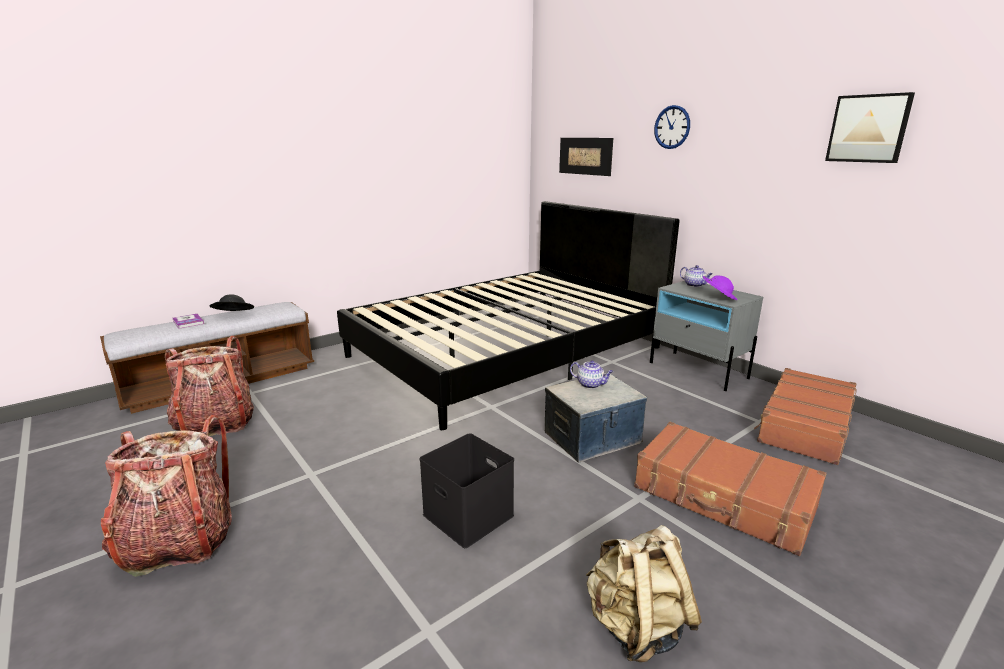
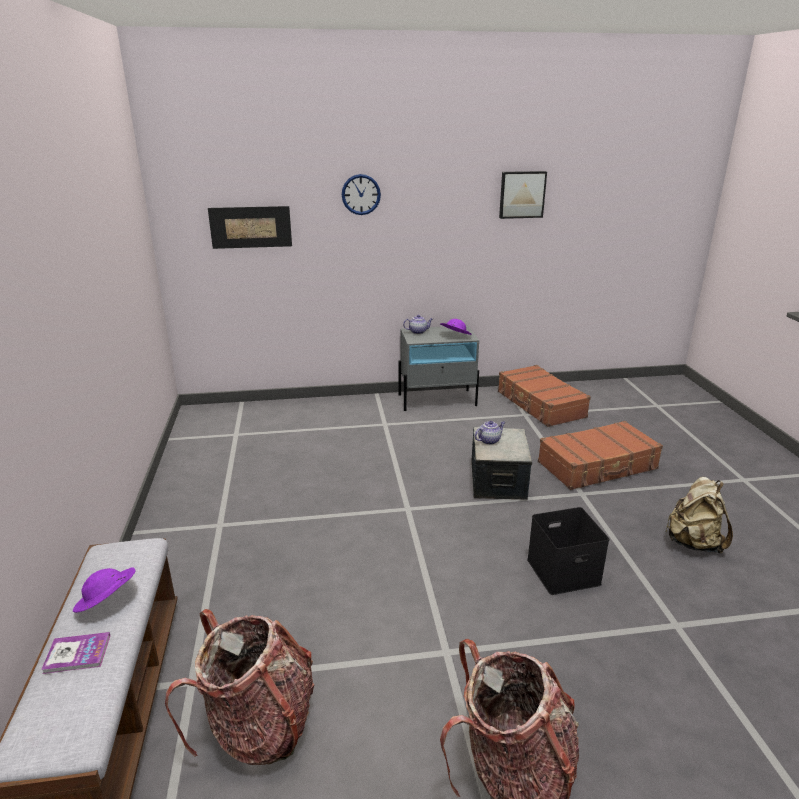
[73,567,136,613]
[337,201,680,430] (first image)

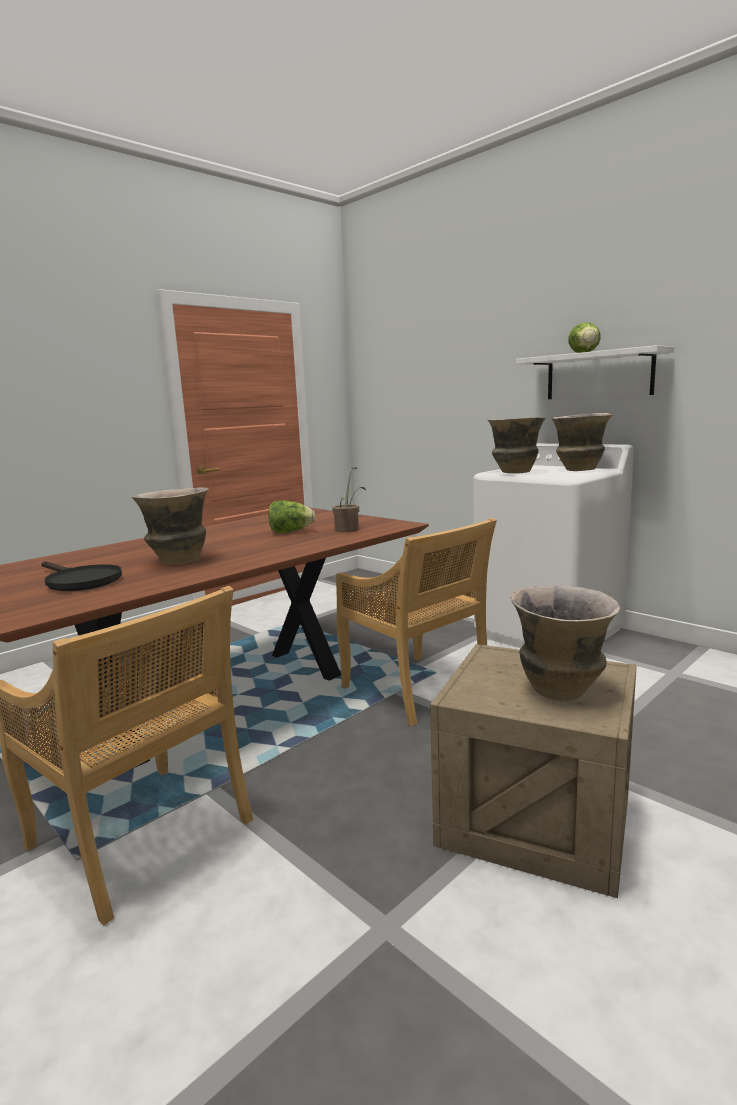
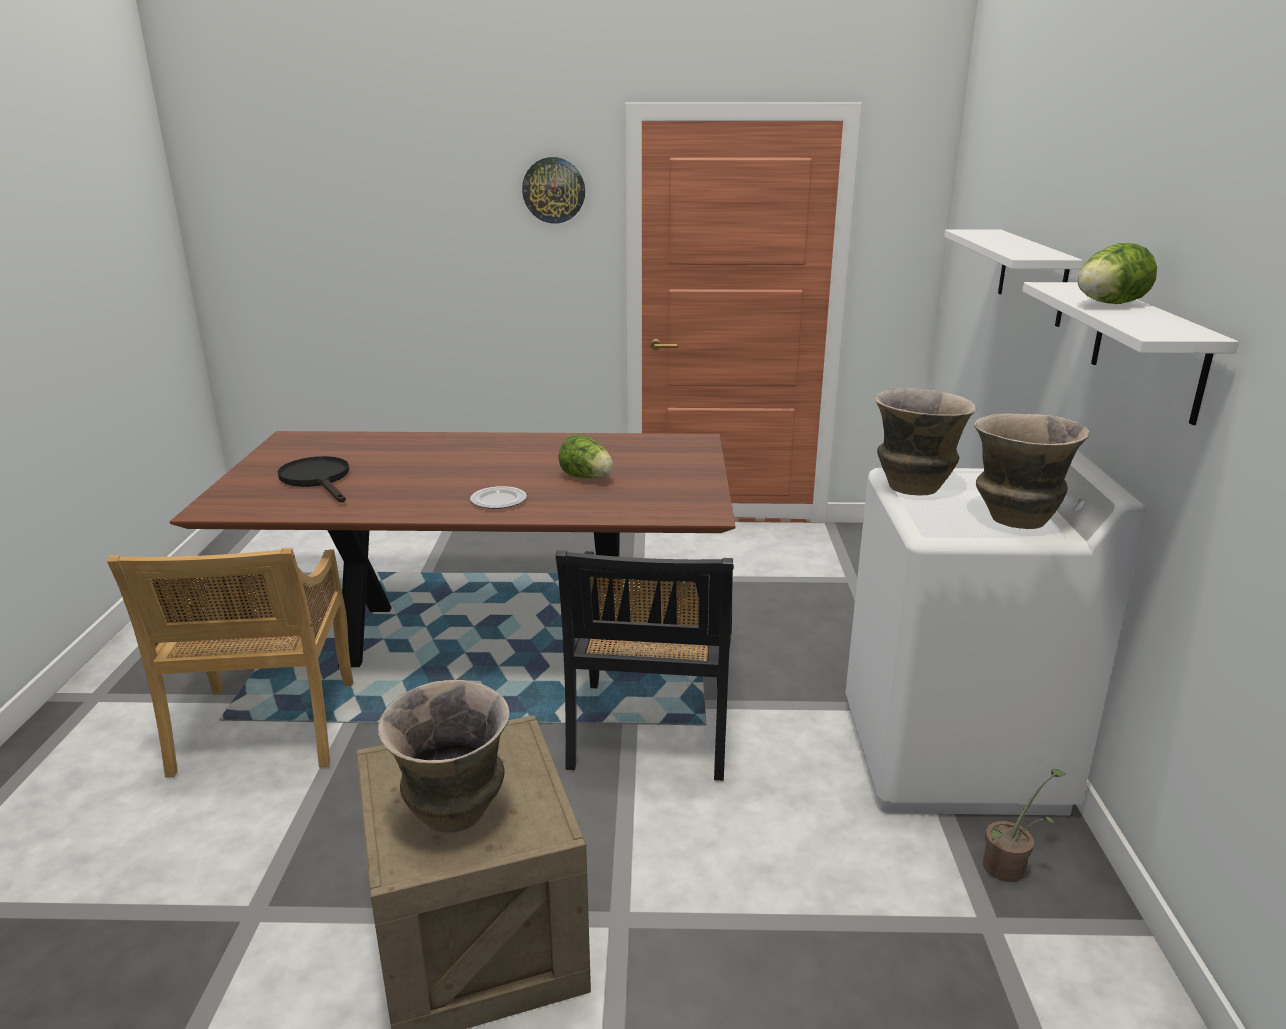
[278,456,349,502]
[132,487,209,564] (first image)
[983,769,1065,882]
[555,550,734,781]
[470,486,527,509]
[522,157,585,223]
[944,229,1083,327]

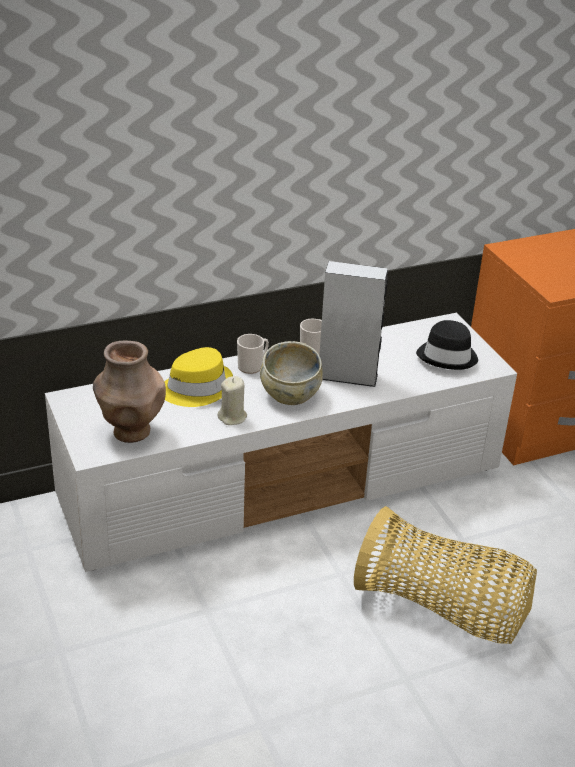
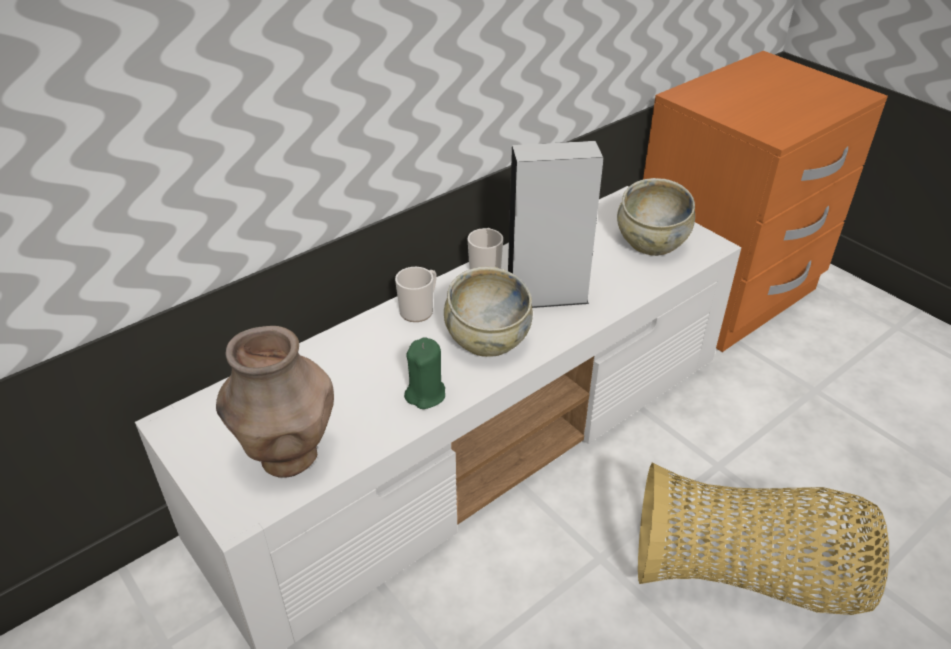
[164,347,233,407] (first image)
[404,337,445,409]
[617,178,695,256]

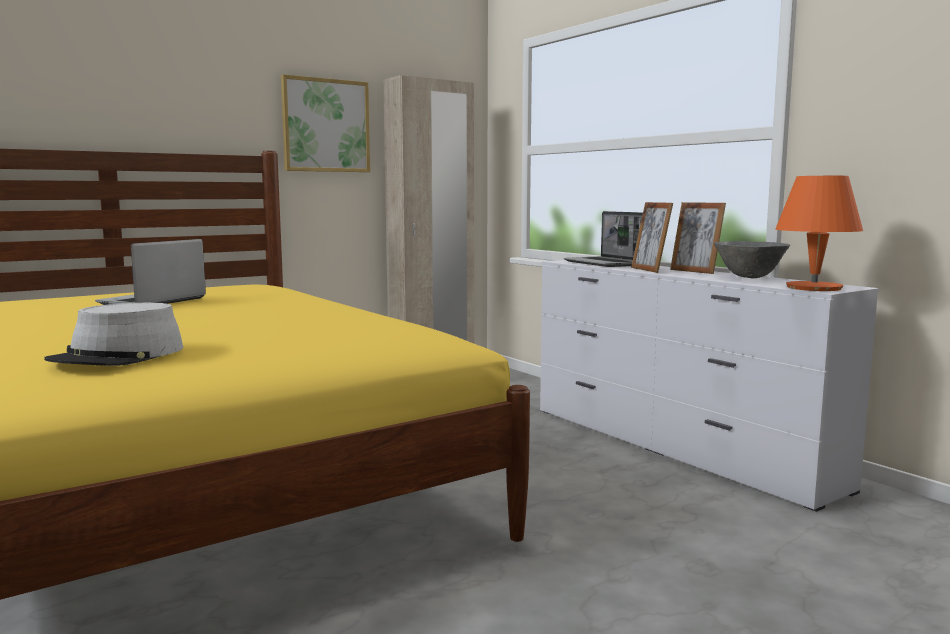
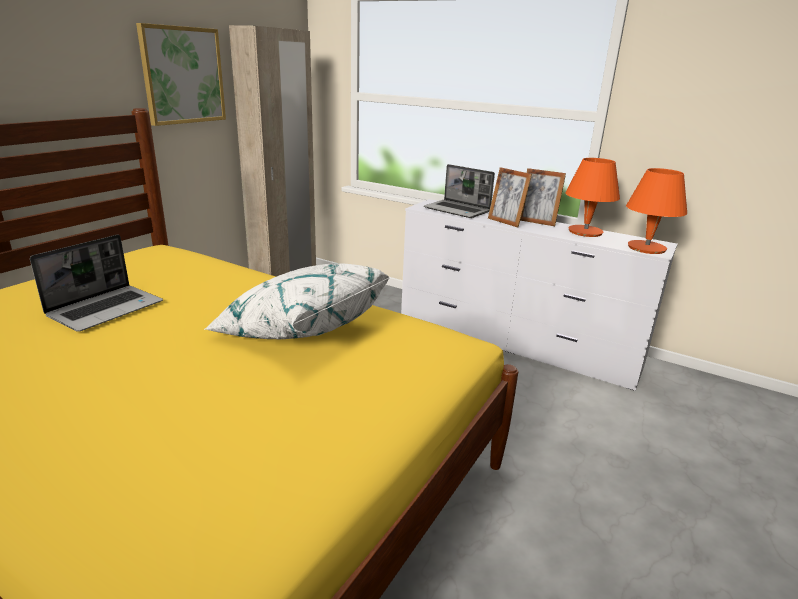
[44,303,183,366] (first image)
[30,234,163,332]
[566,158,620,237]
[204,263,390,339]

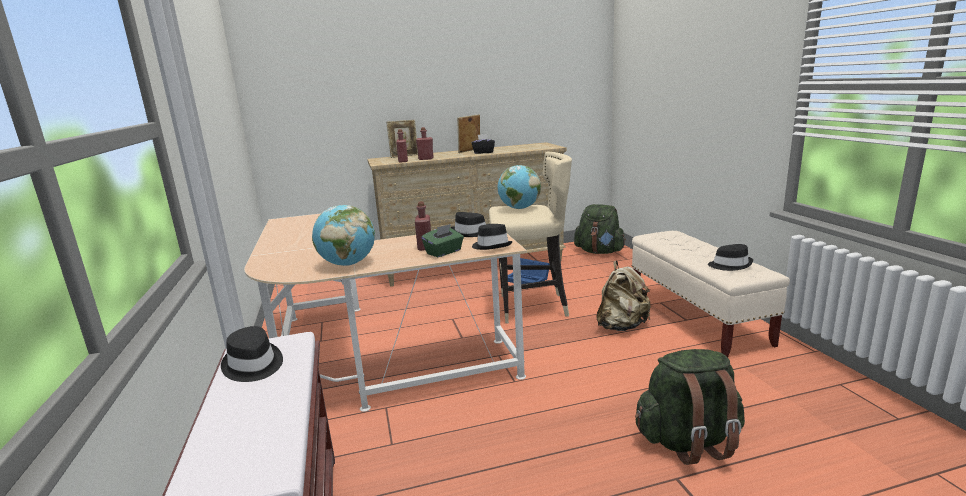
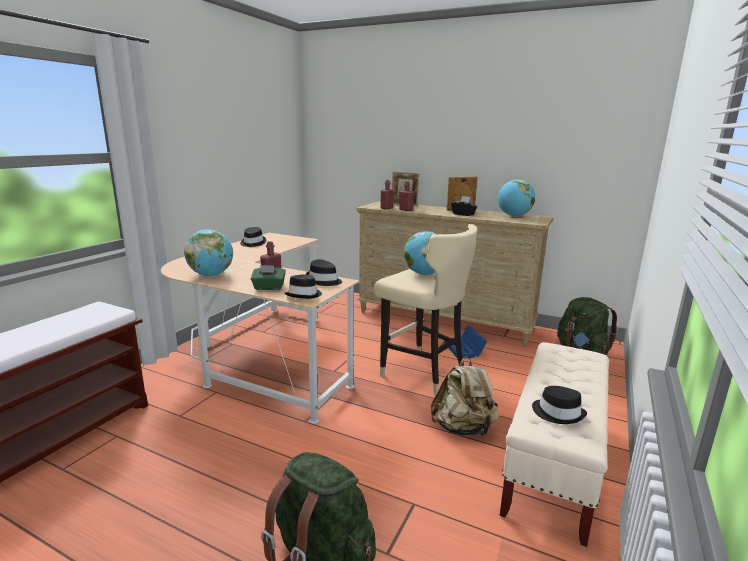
[240,227,266,247]
[498,180,535,216]

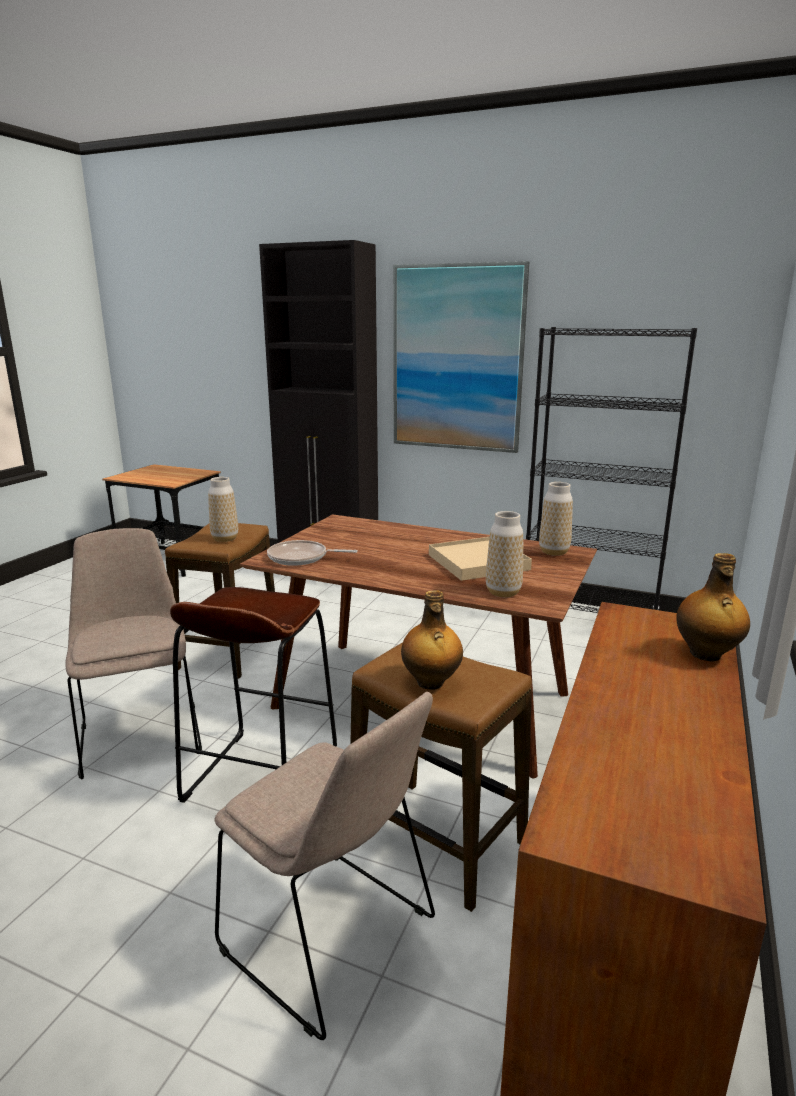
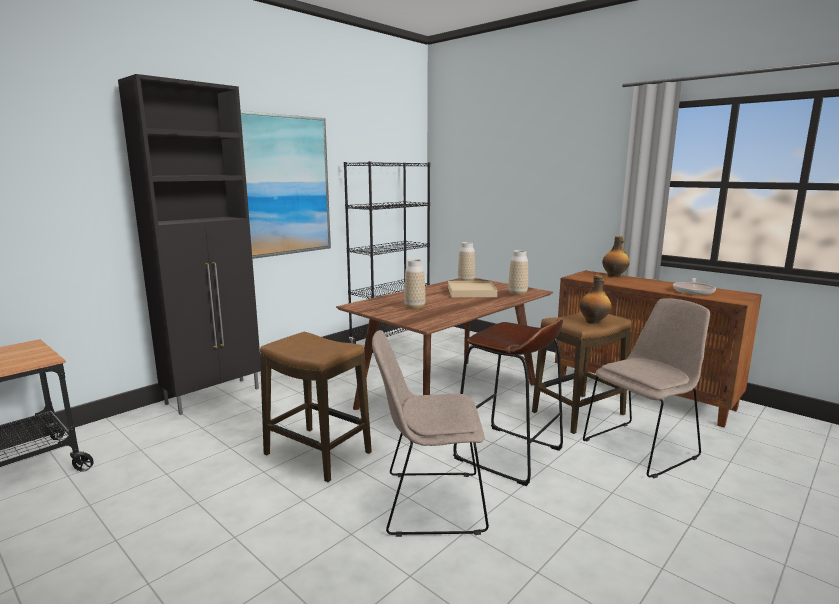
[404,259,426,310]
[673,278,716,295]

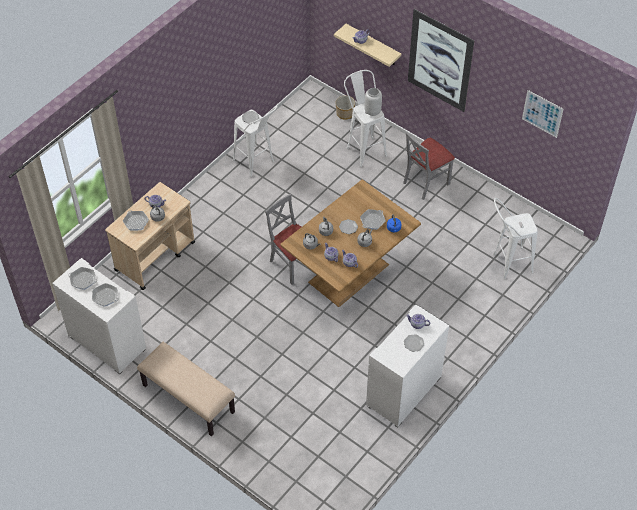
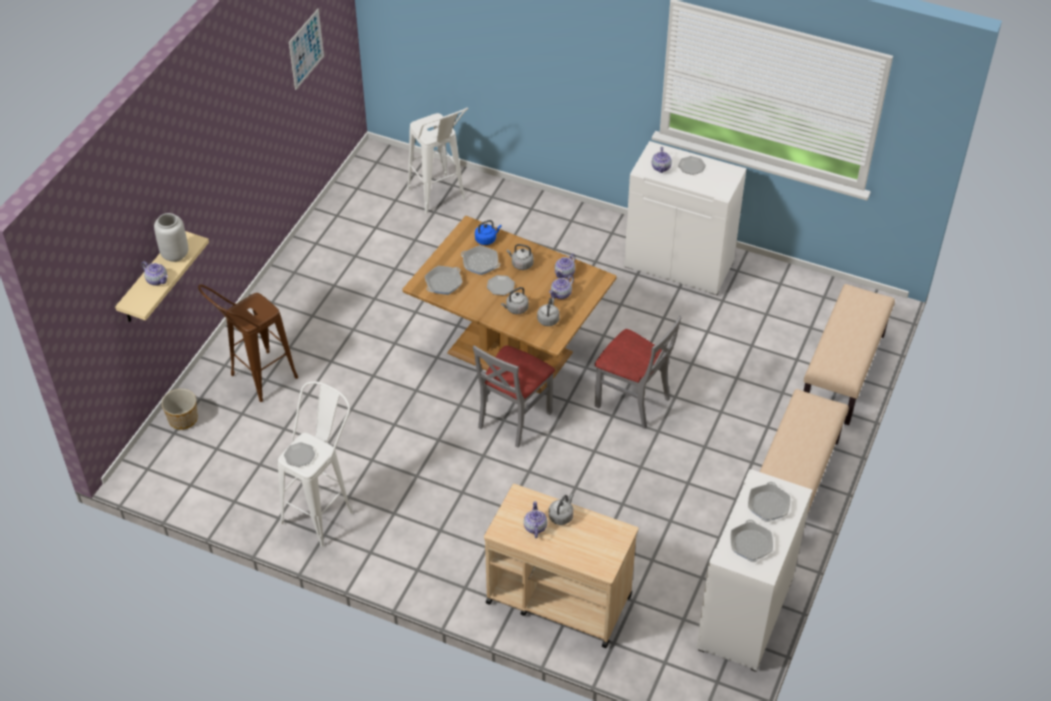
[425,266,462,295]
[198,285,298,402]
[154,213,188,262]
[595,316,682,429]
[408,9,474,112] (first image)
[804,284,895,425]

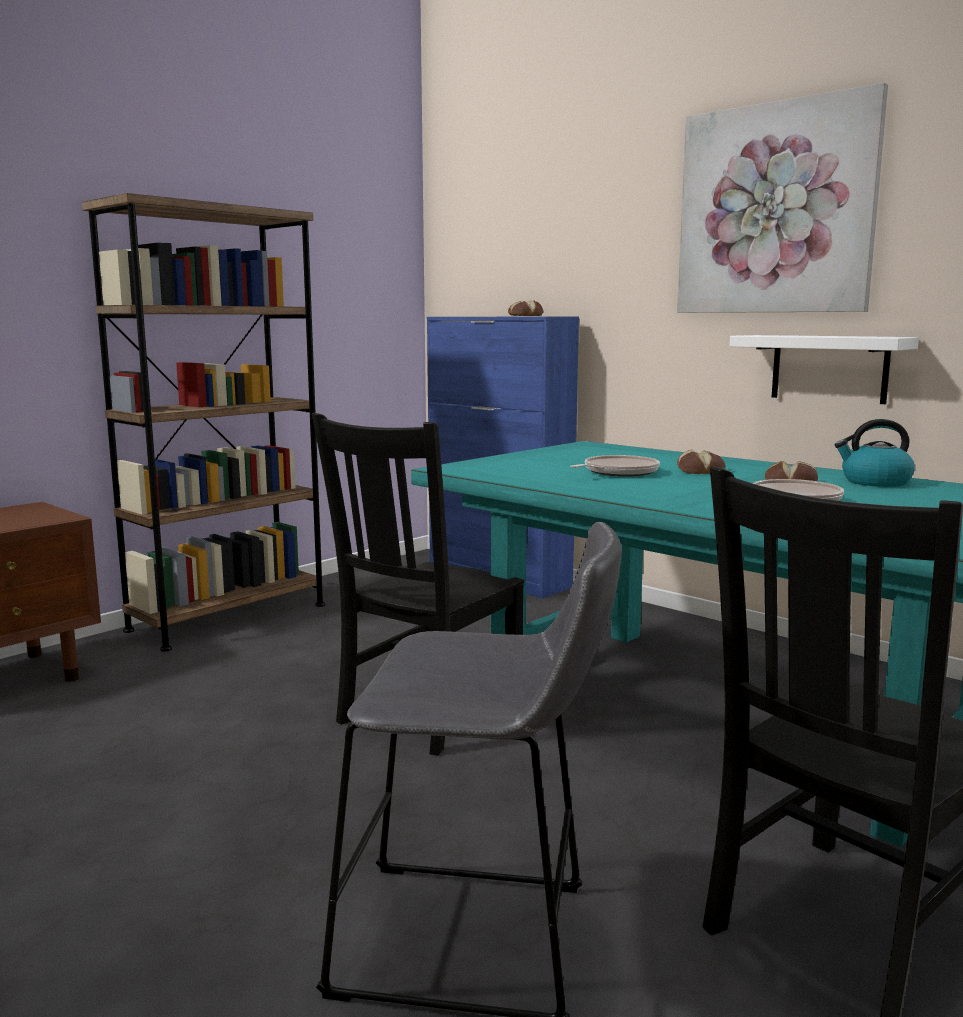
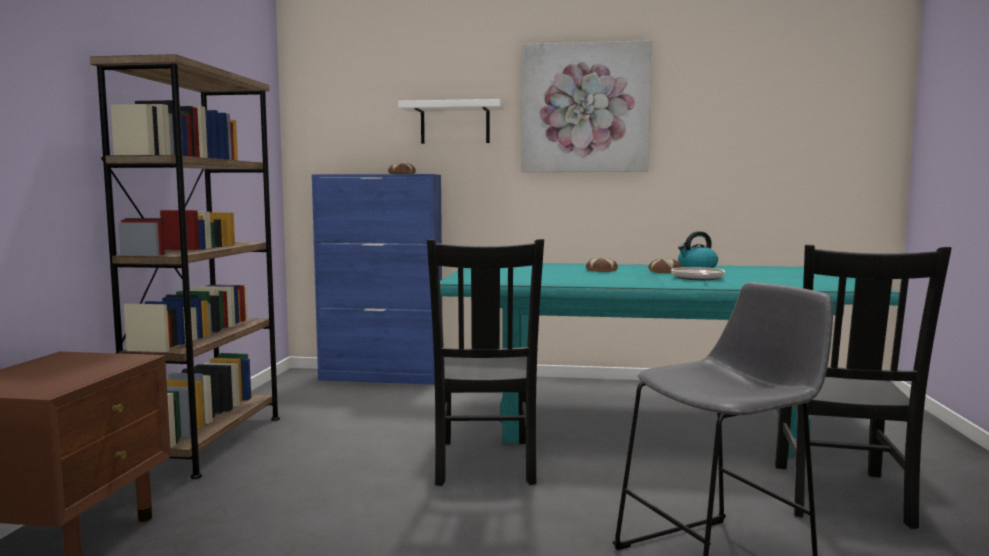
[570,455,660,477] (first image)
[398,99,504,144]

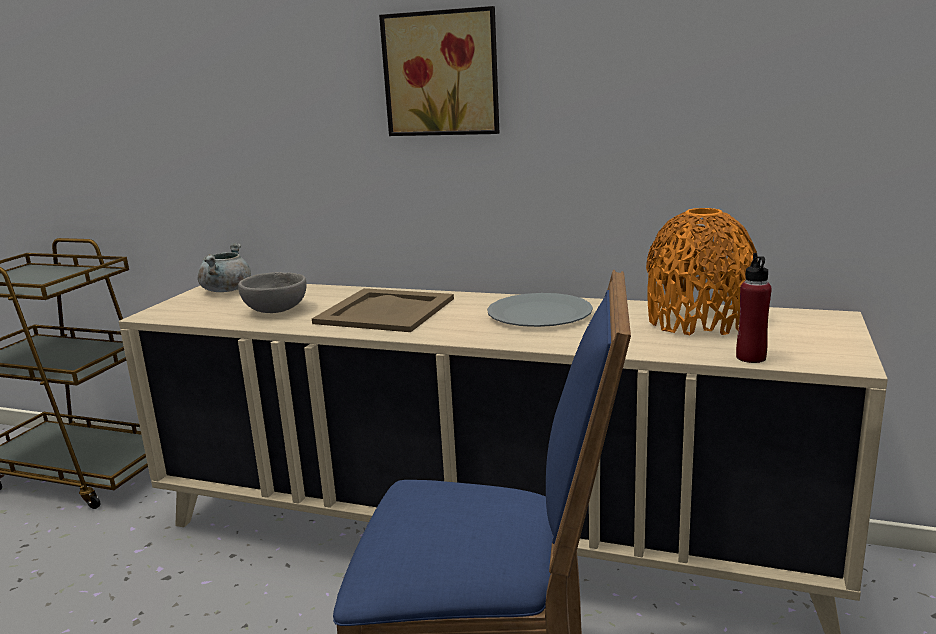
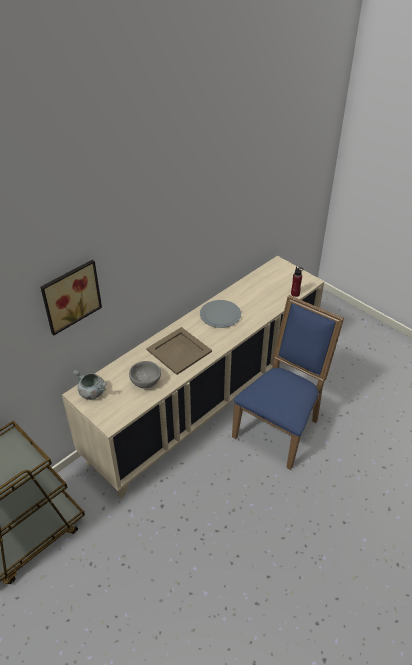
[40,260,102,335]
[646,208,758,335] (first image)

